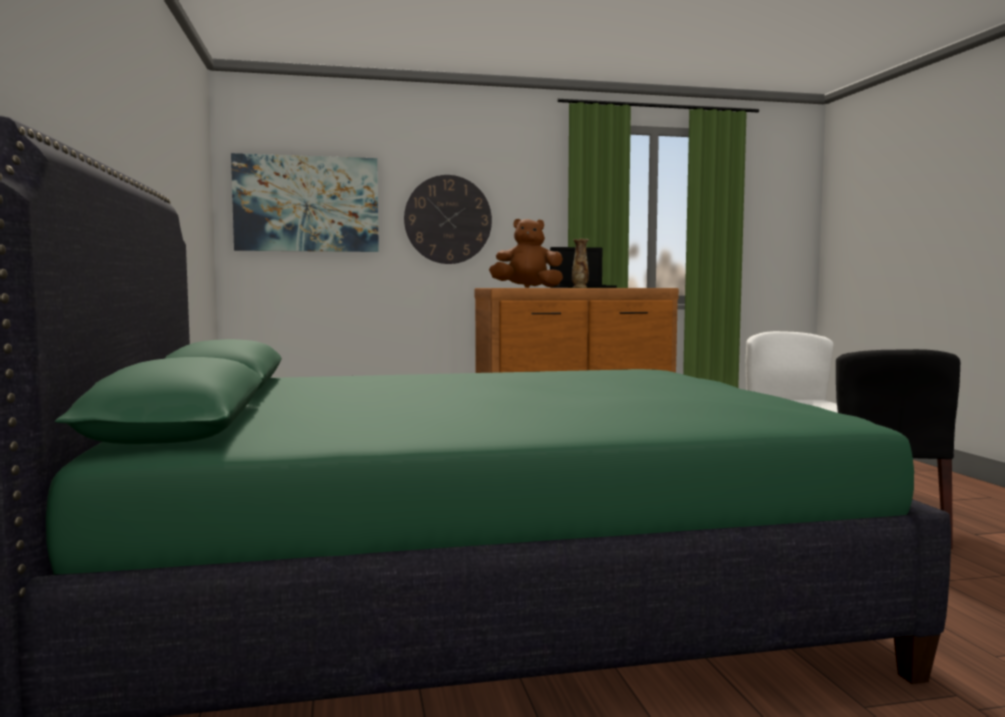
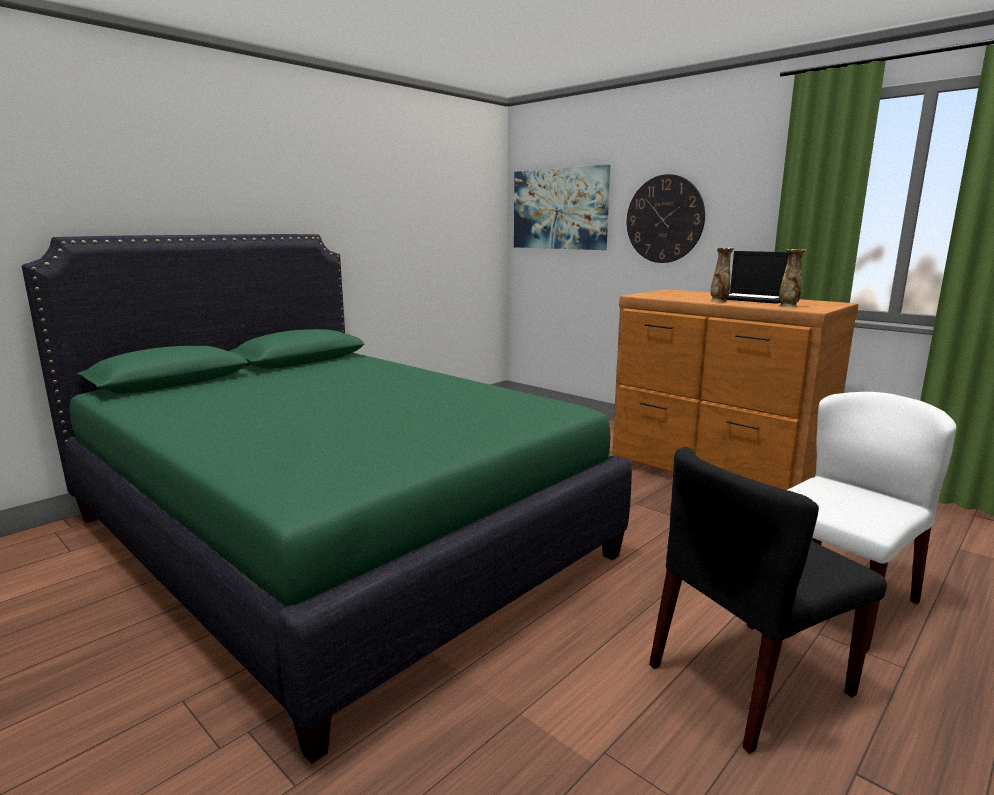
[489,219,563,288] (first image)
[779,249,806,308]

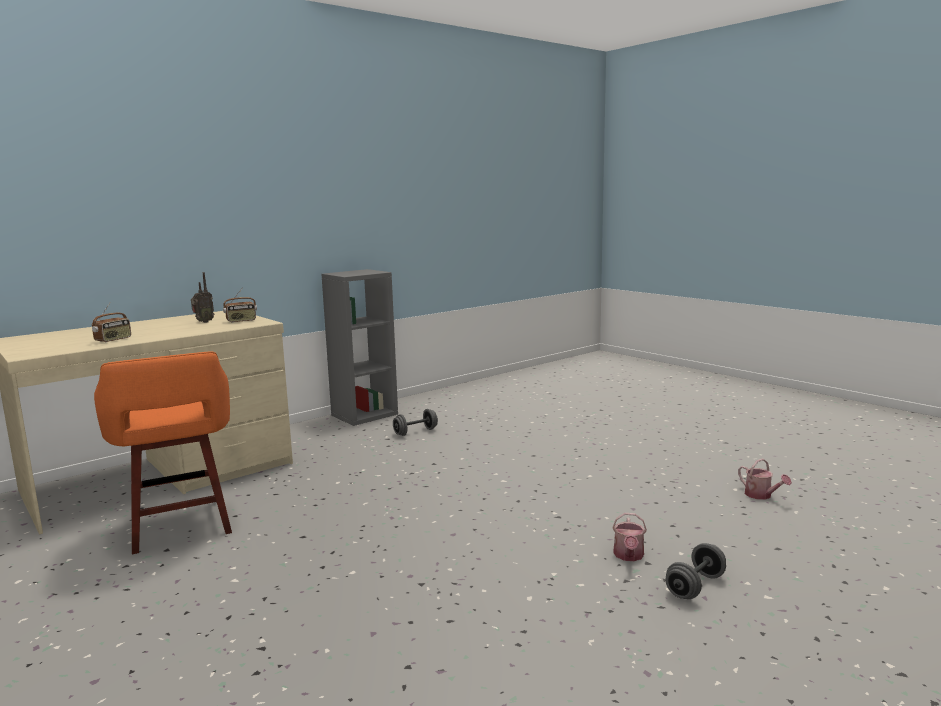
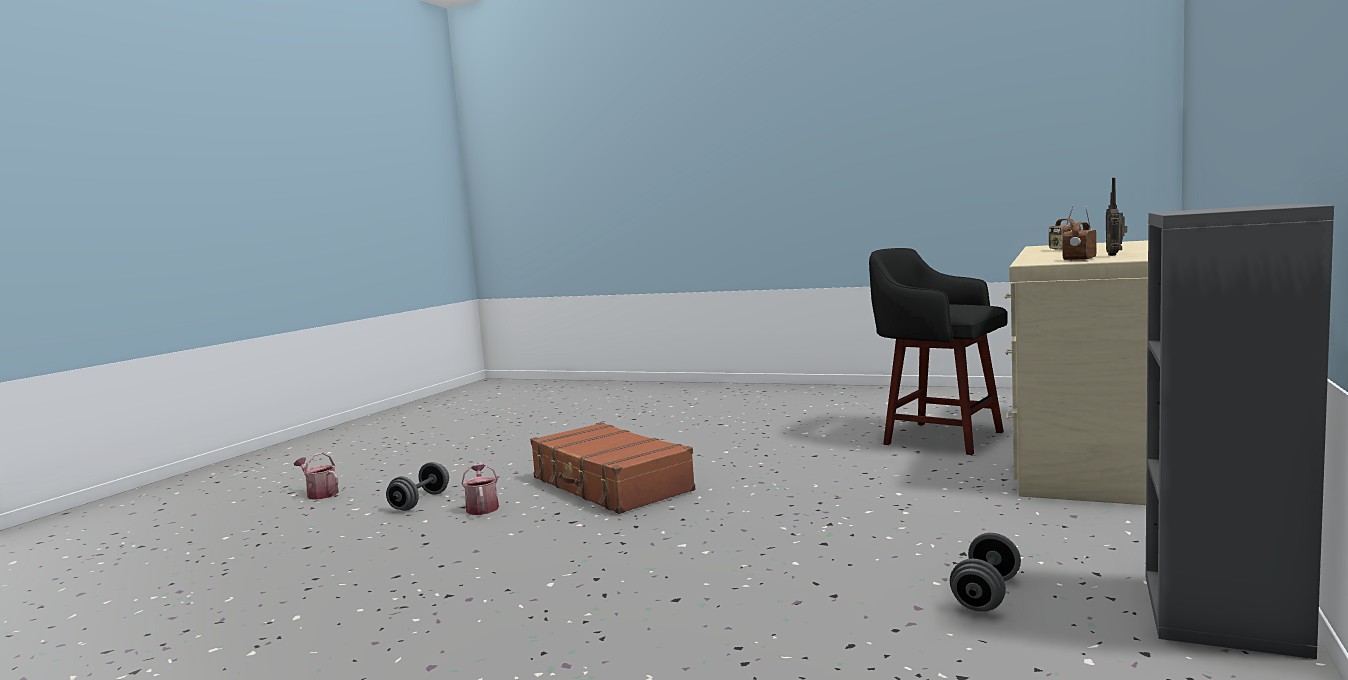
[869,248,1007,455]
[294,452,339,500]
[530,422,695,514]

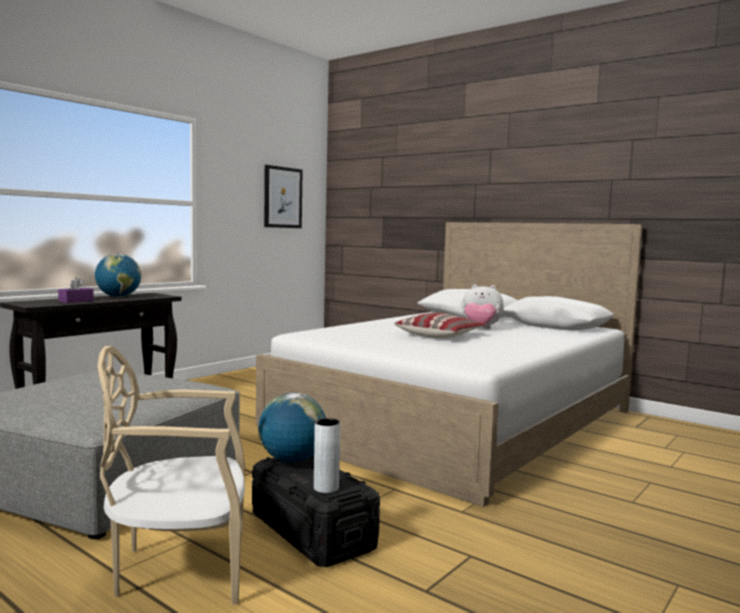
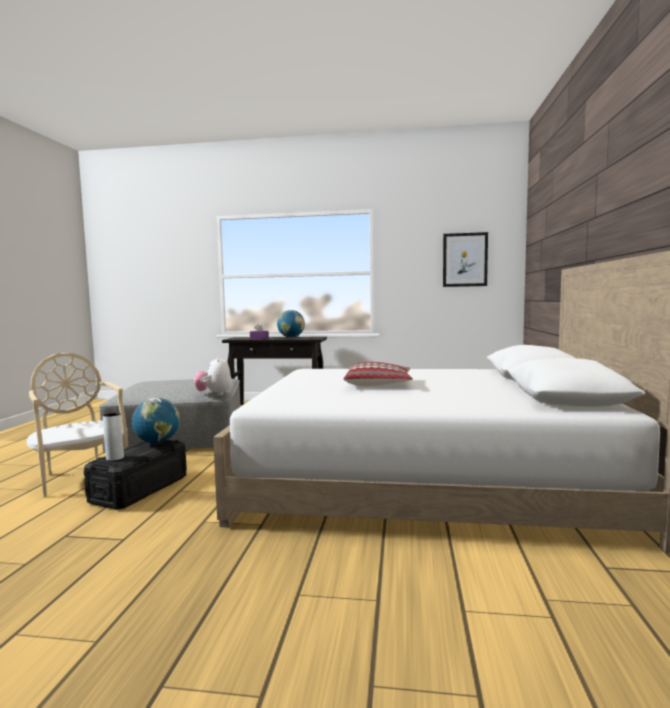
[194,356,232,396]

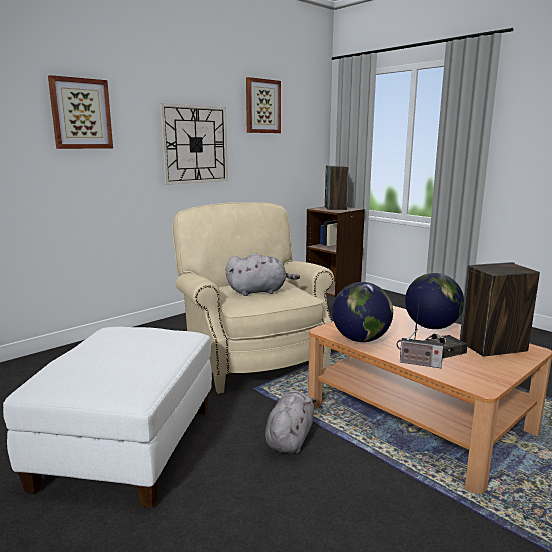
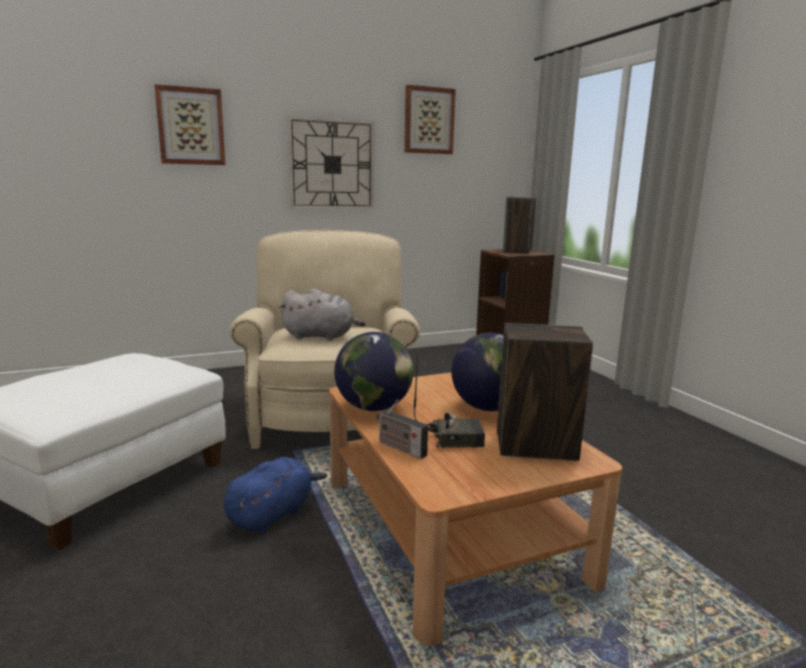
[224,457,327,533]

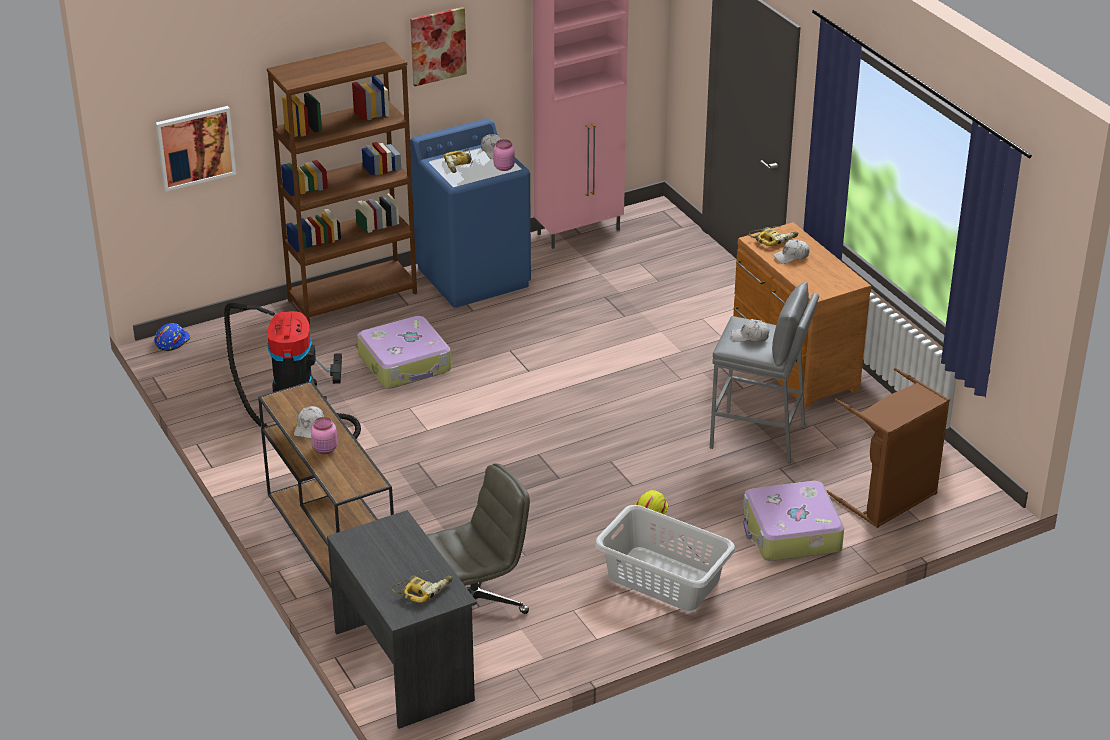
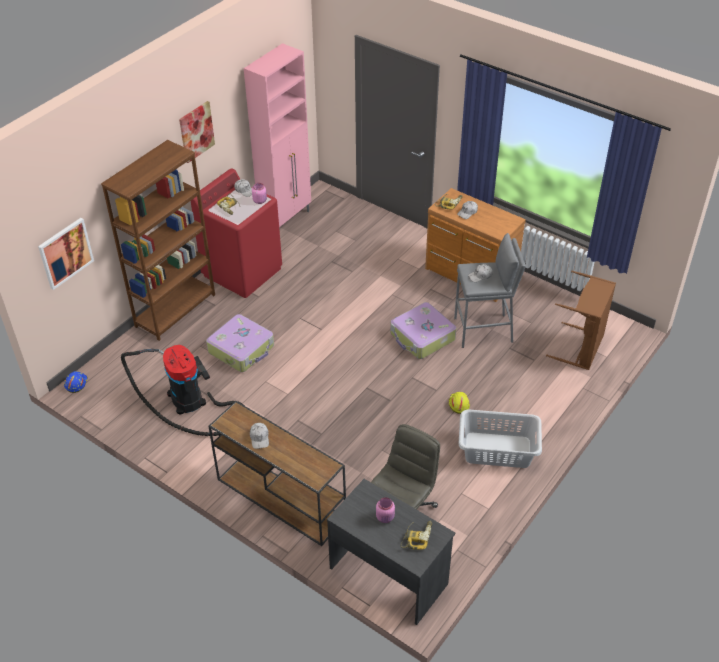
[376,497,395,523]
[191,168,282,298]
[390,302,456,359]

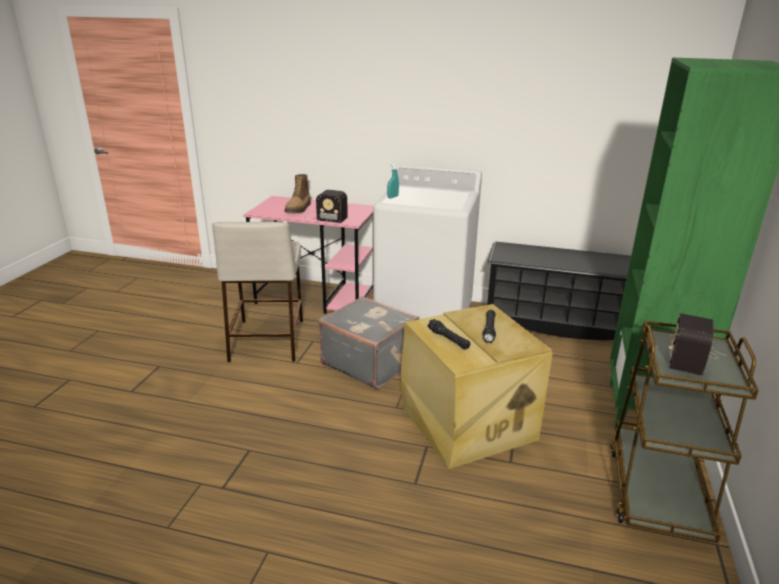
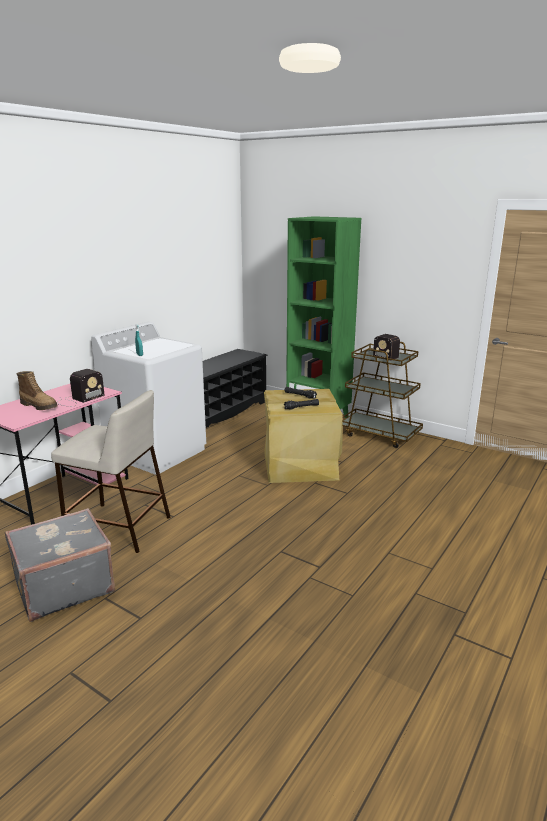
[5,508,115,622]

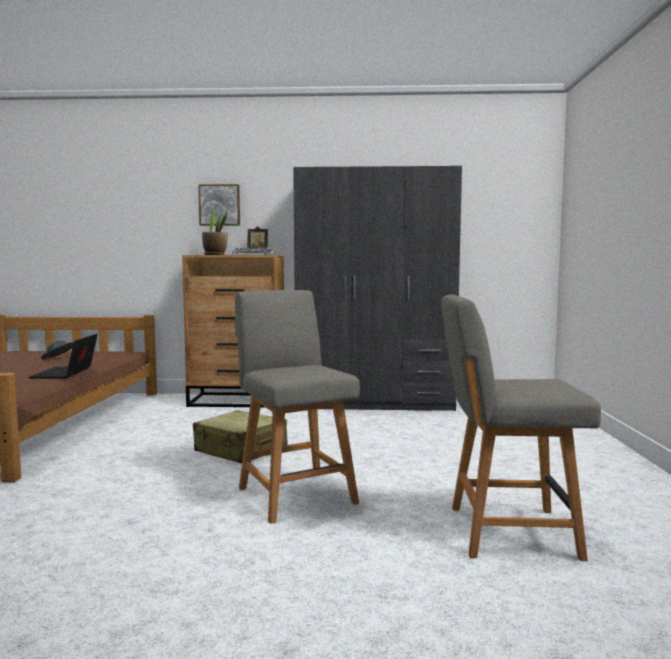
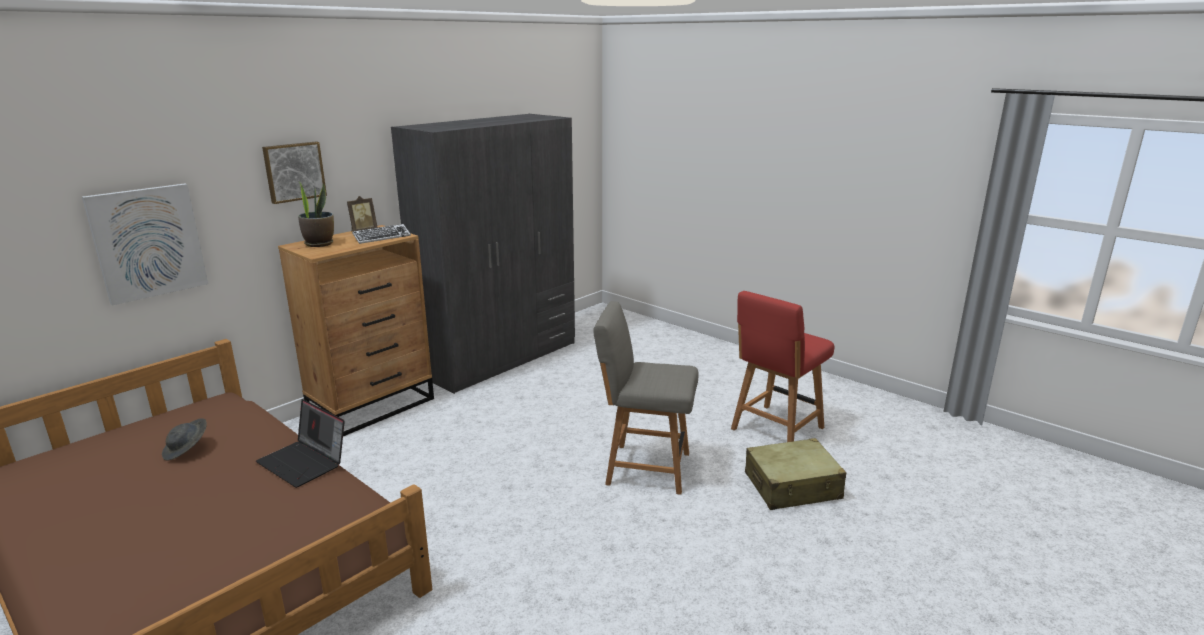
[745,438,846,510]
[731,291,834,442]
[82,183,208,306]

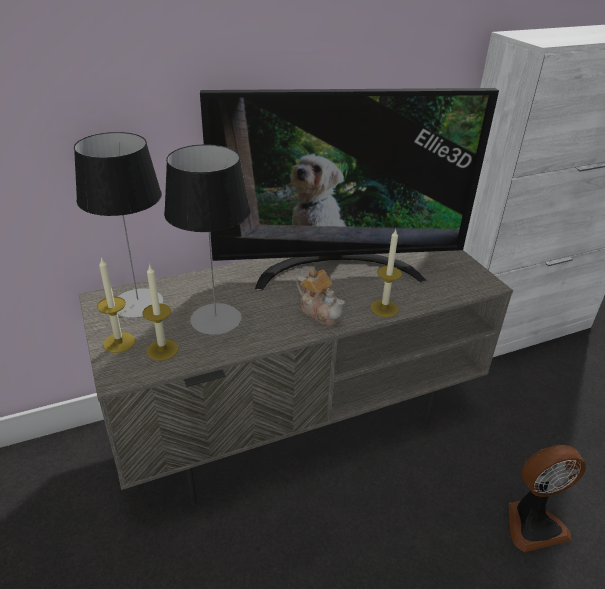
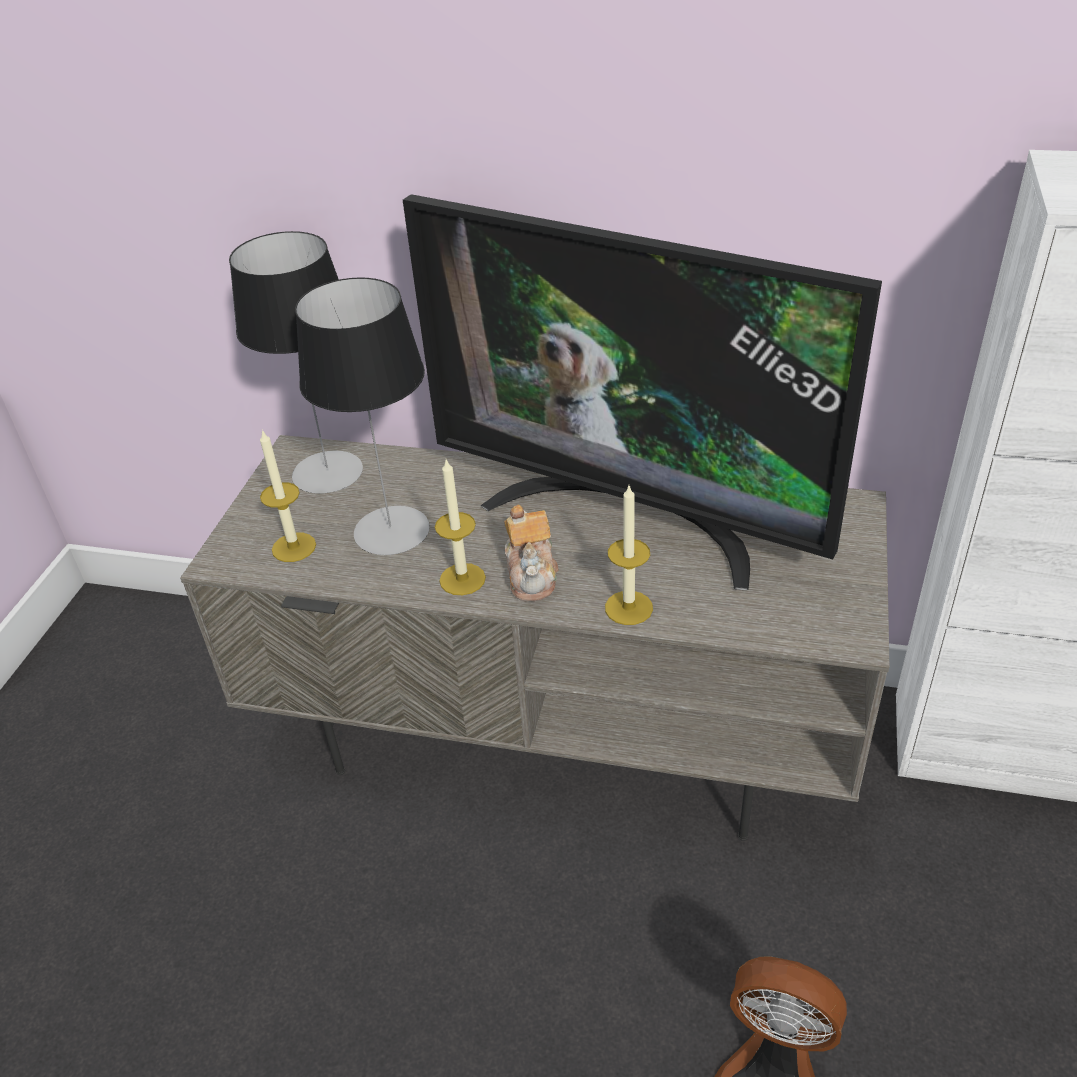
[435,459,486,595]

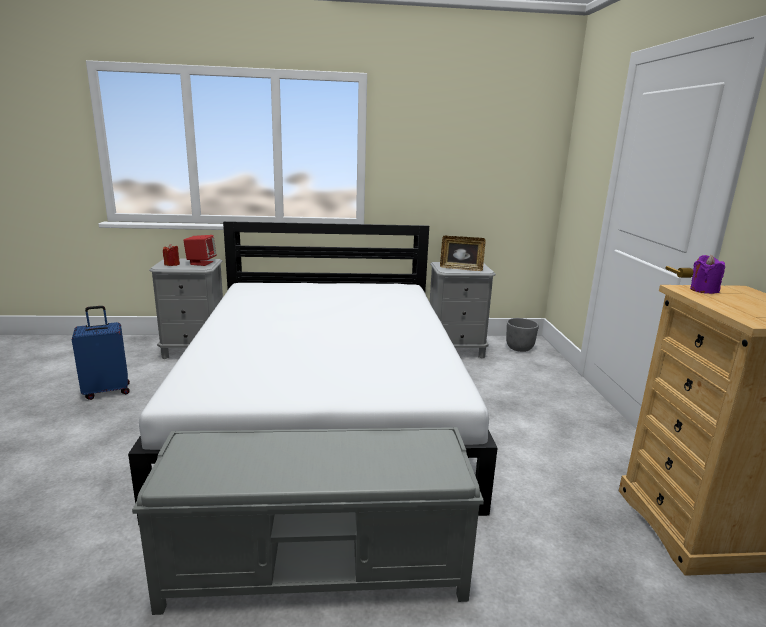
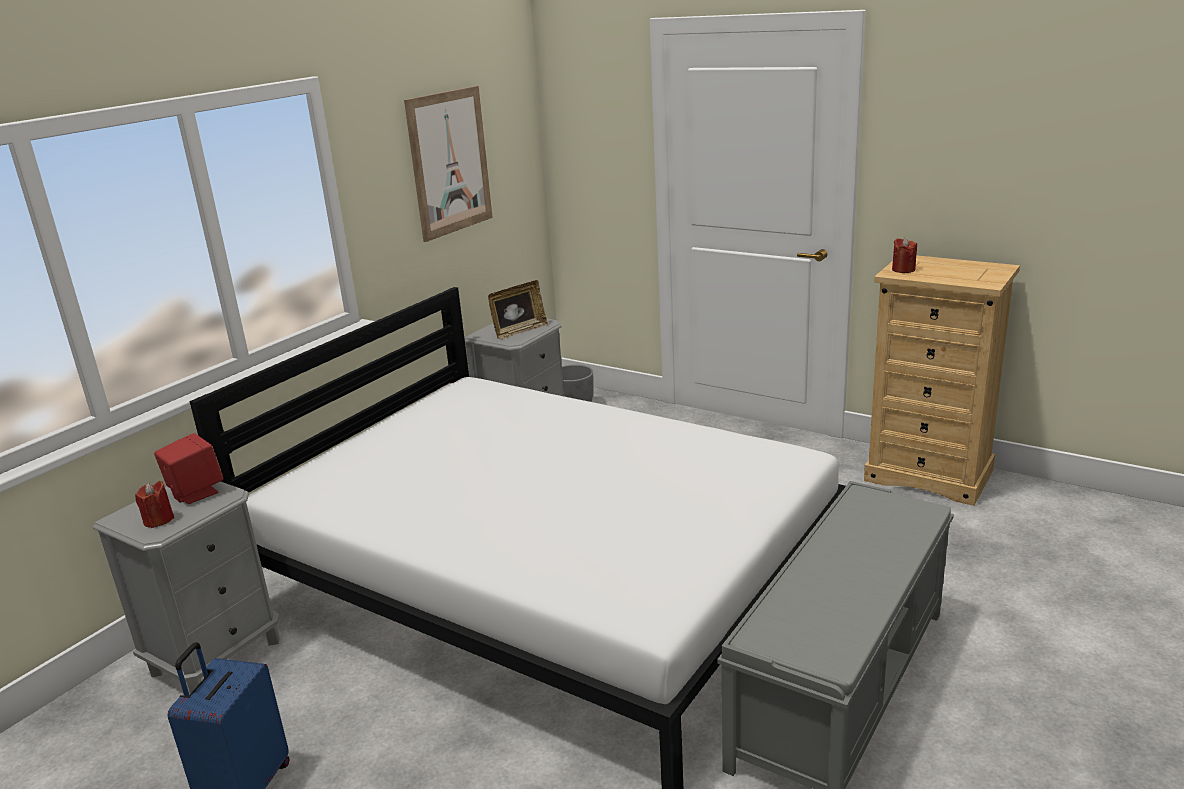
[892,238,917,273]
[404,86,493,242]

